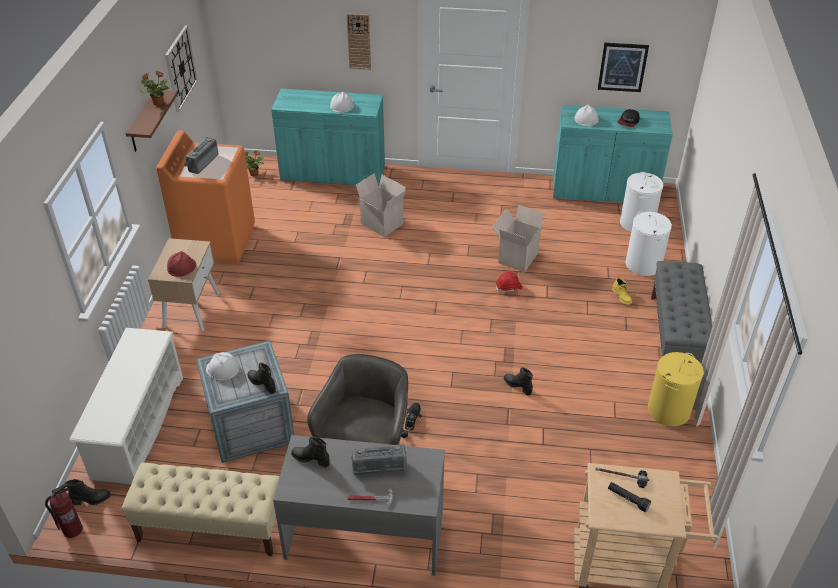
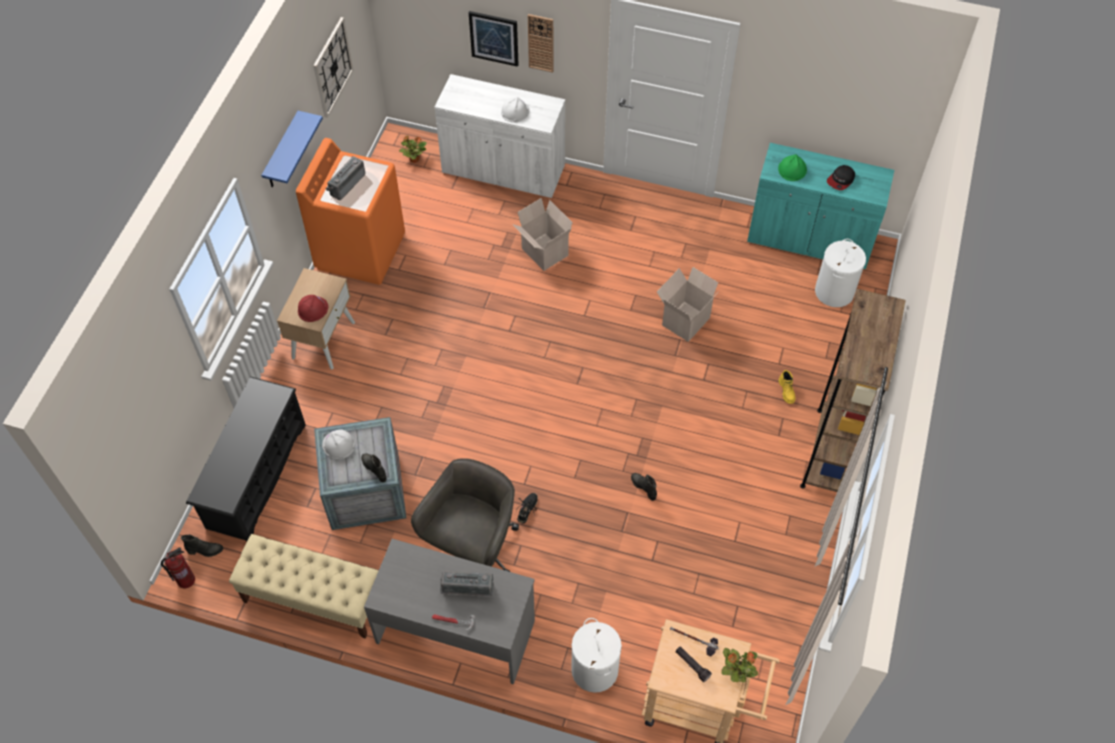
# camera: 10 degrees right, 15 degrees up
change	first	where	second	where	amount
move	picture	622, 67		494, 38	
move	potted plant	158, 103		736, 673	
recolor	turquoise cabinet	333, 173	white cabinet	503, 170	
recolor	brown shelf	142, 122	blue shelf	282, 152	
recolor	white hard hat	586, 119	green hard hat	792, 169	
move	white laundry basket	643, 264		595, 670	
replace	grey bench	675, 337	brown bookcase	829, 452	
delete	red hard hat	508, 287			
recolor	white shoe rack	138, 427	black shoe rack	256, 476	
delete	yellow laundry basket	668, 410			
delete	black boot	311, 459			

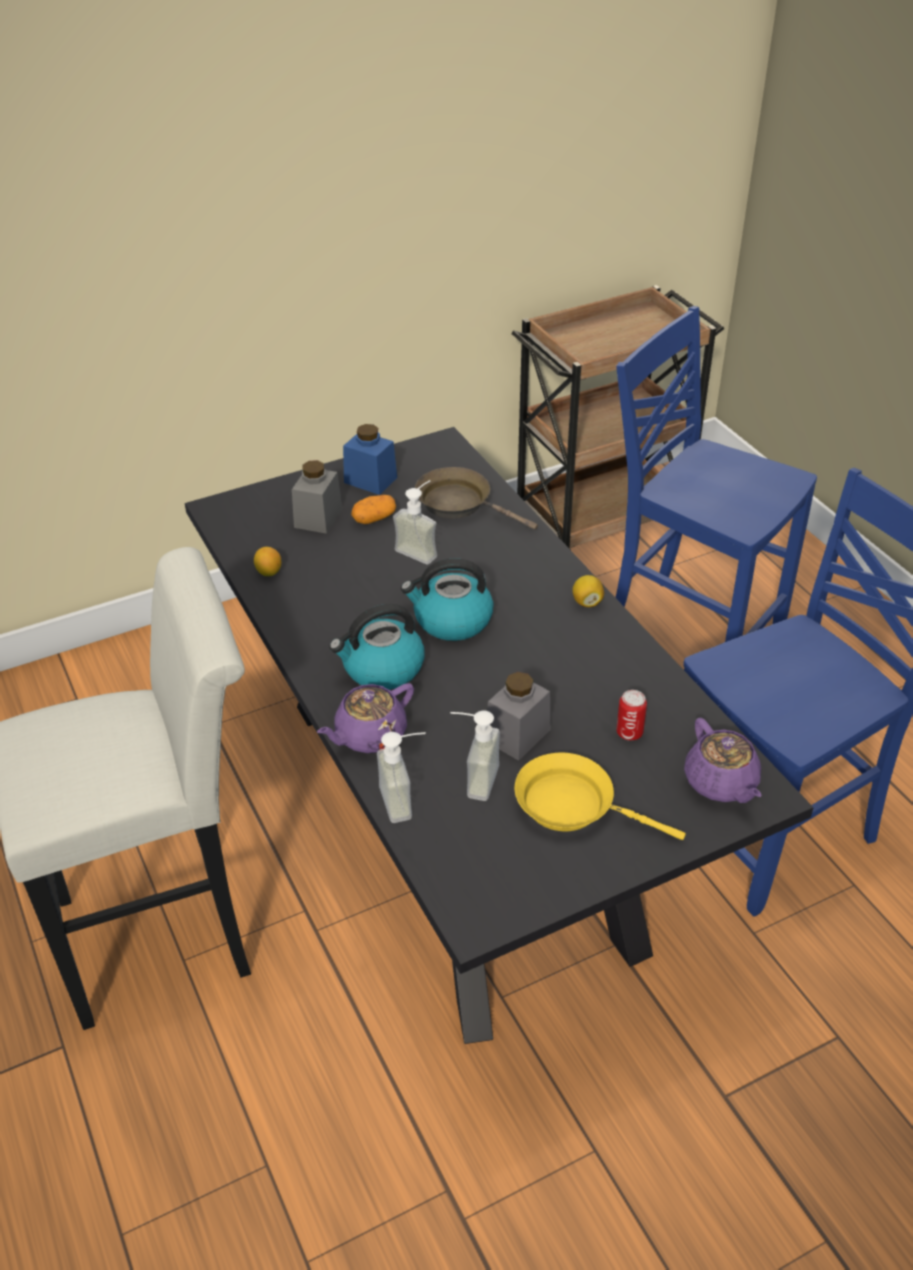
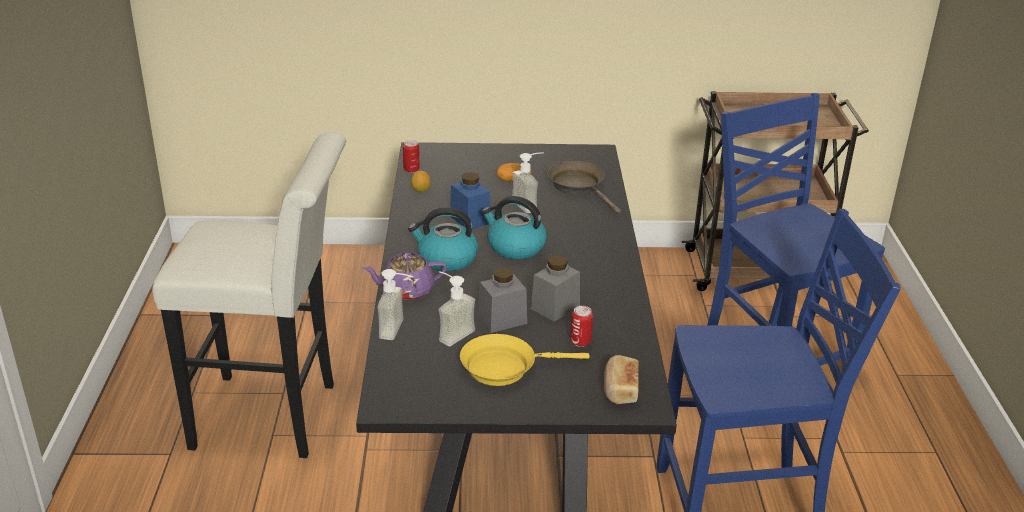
# camera: 25 degrees right, 10 degrees down
change	first	where	second	where	amount
move	blue jar	370, 480		470, 219	
move	grey jar	318, 518		555, 307	
delete	lemon	587, 602			
replace	purple teapot	721, 783	bread	620, 389	
rotate	yellow frying pan	573, 805		504, 367	60 degrees counterclockwise
insert			can	411, 169	

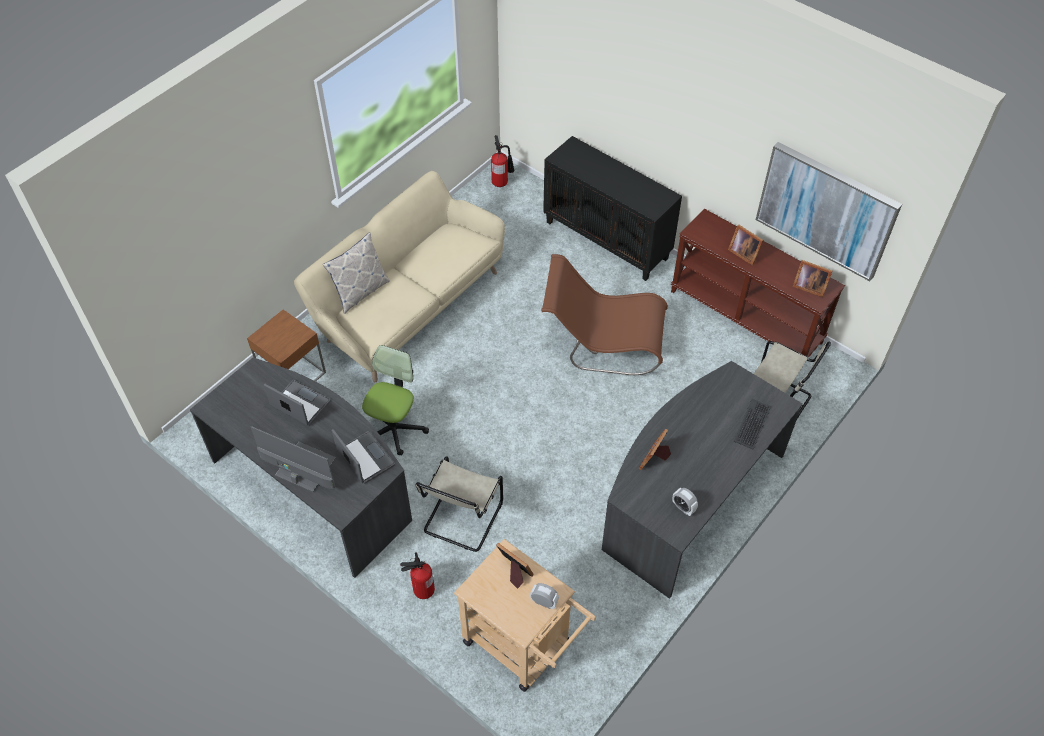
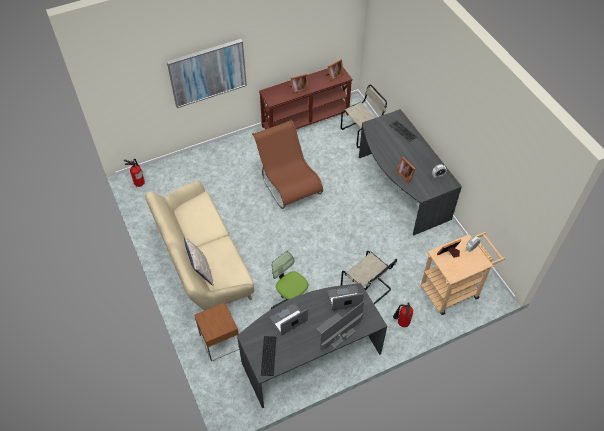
# camera: 65 degrees left, 0 degrees up
change	first	where	second	where	amount
delete	black cabinet	607, 240			
move	picture	826, 210		207, 72	
rotate	brown chair	603, 344		288, 183	120 degrees clockwise
insert			keyboard	267, 356	

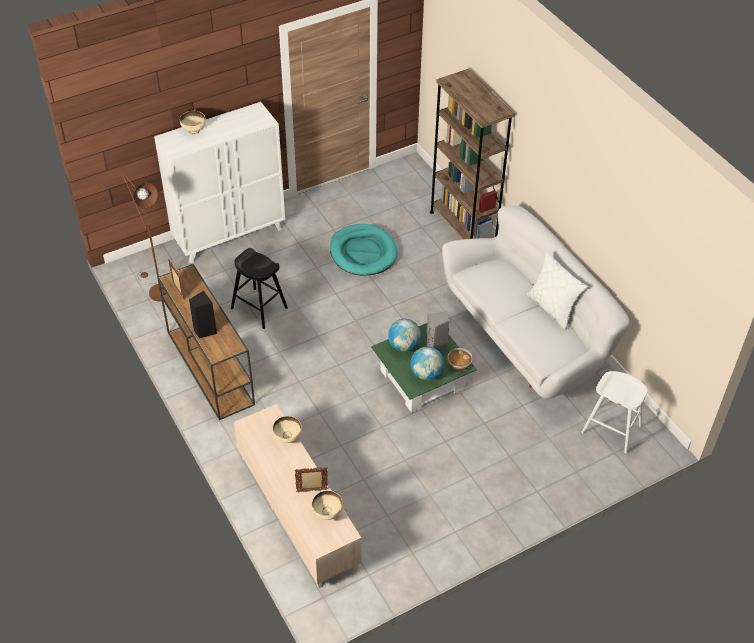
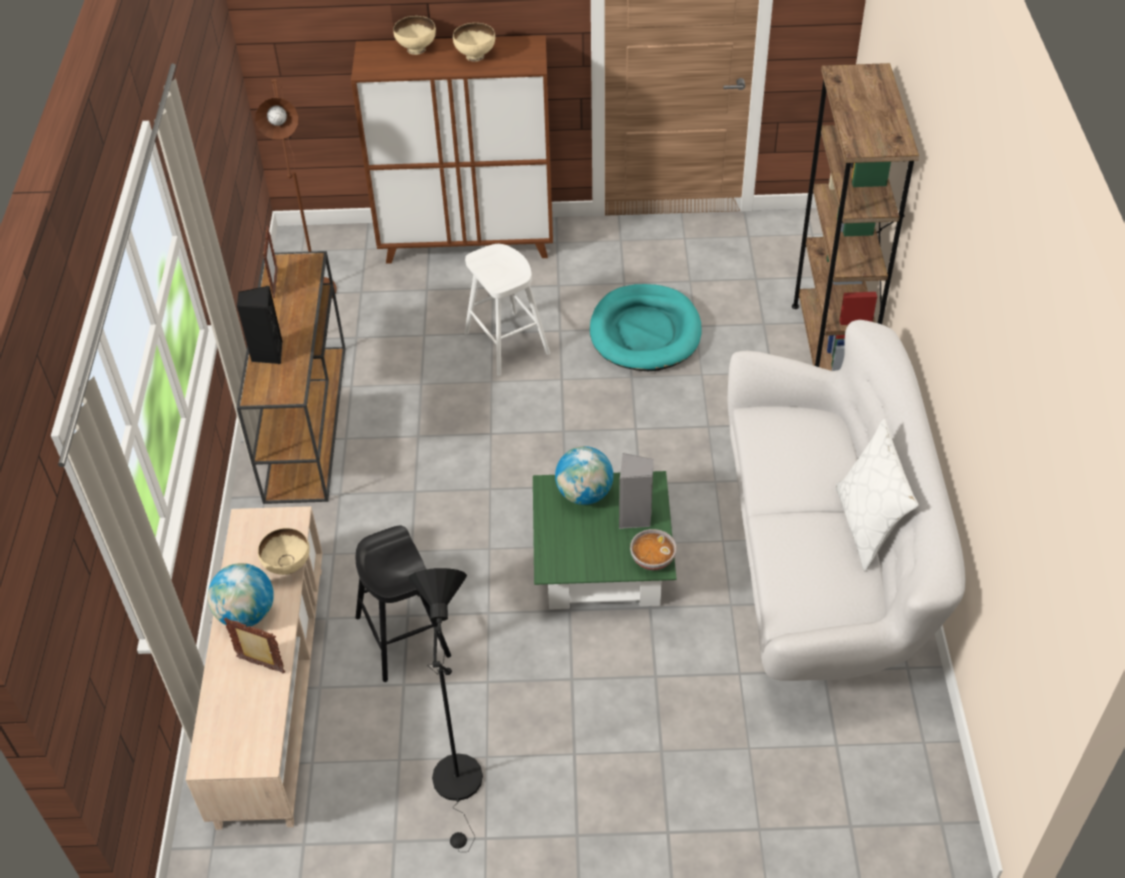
# camera: 30 degrees right, 0 degrees up
change	first	where	second	where	amount
recolor	white cabinet	229, 235	brown cabinet	467, 243	
move	black stool	259, 308		403, 636	
move	globe	426, 374		246, 614	
move	white stool	611, 429		506, 343	
move	beige bowl	327, 513		475, 56	
insert			black floor lamp	460, 787	

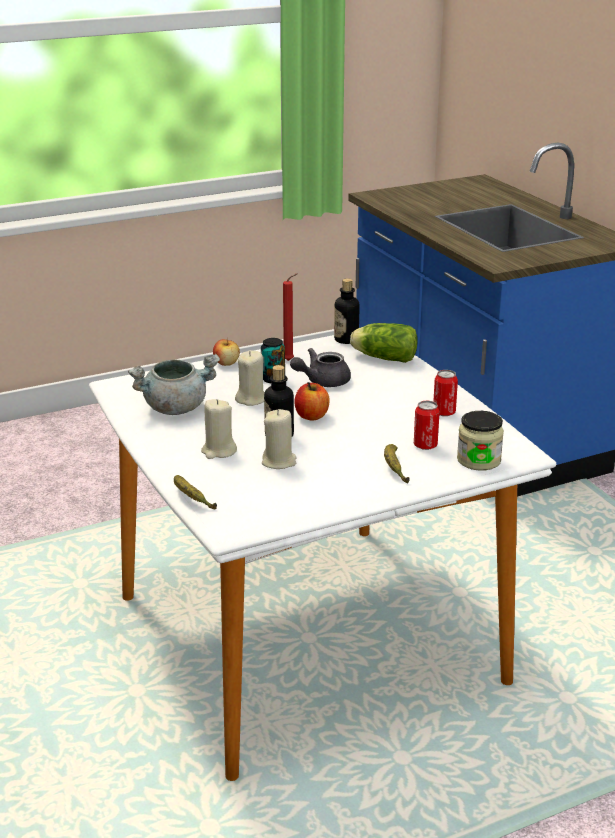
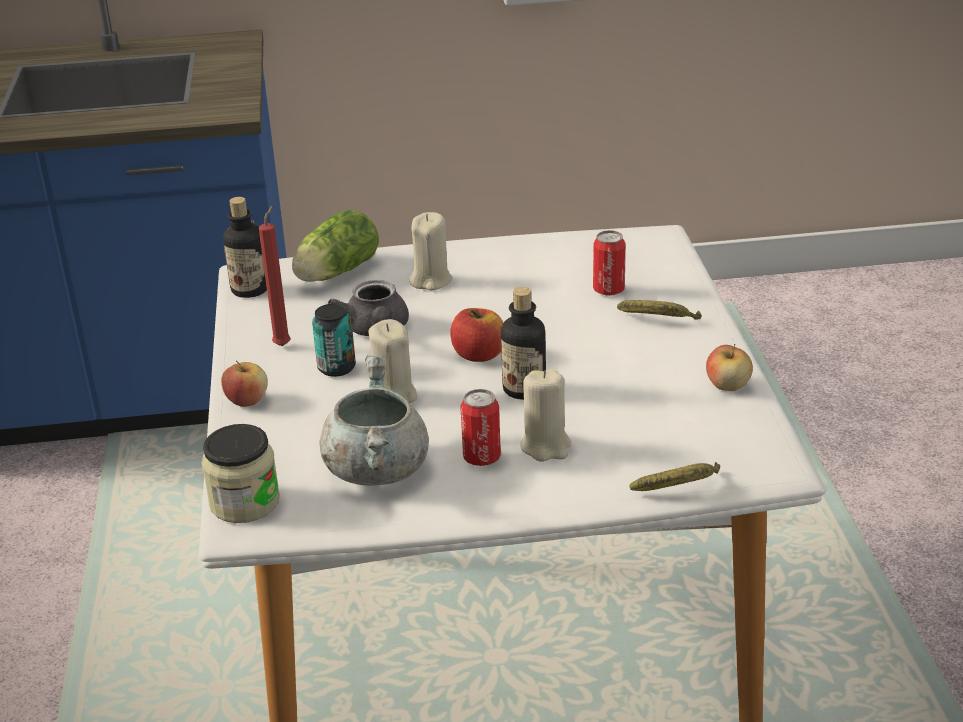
# camera: 70 degrees left, 5 degrees up
change	first	where	second	where	amount
move	can	444, 412		481, 458	
move	beige candle	279, 462		431, 280	
move	jar	478, 460		244, 502	
insert			apple	728, 385	

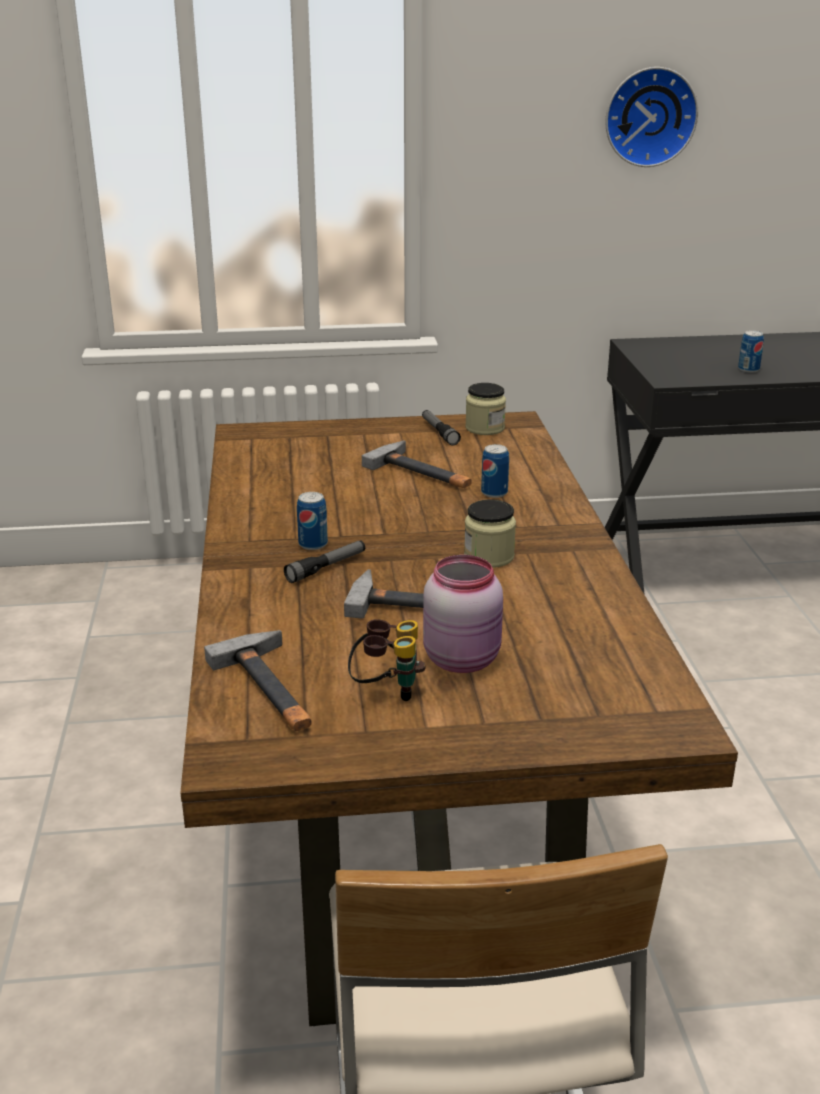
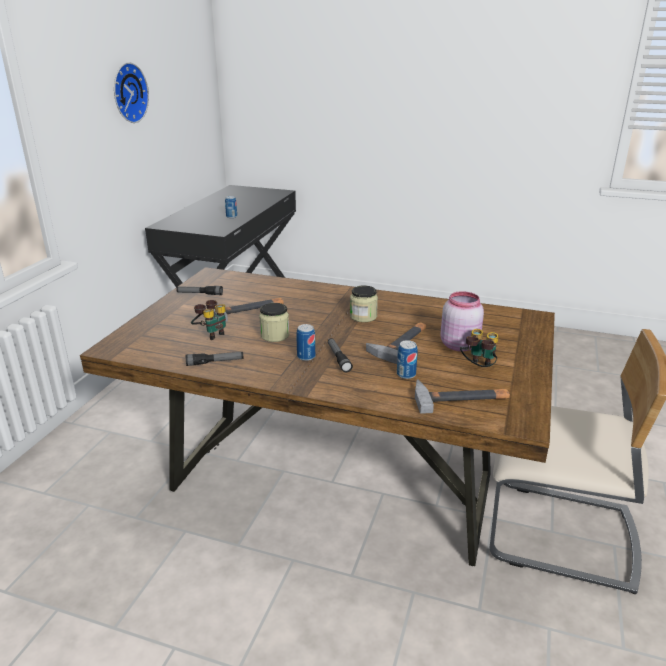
# camera: 65 degrees left, 0 degrees up
change	first	where	second	where	amount
move	jar	485, 428		275, 335	
move	can	494, 493		406, 374	
insert			binoculars	211, 334	
insert			flashlight	215, 362	

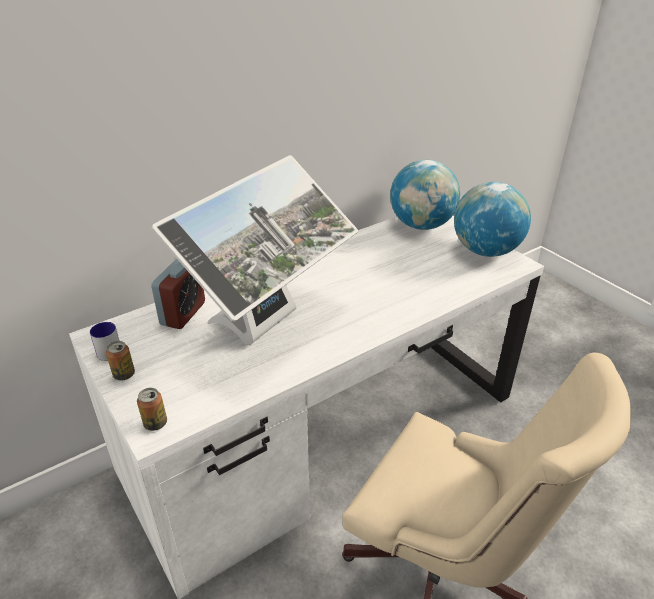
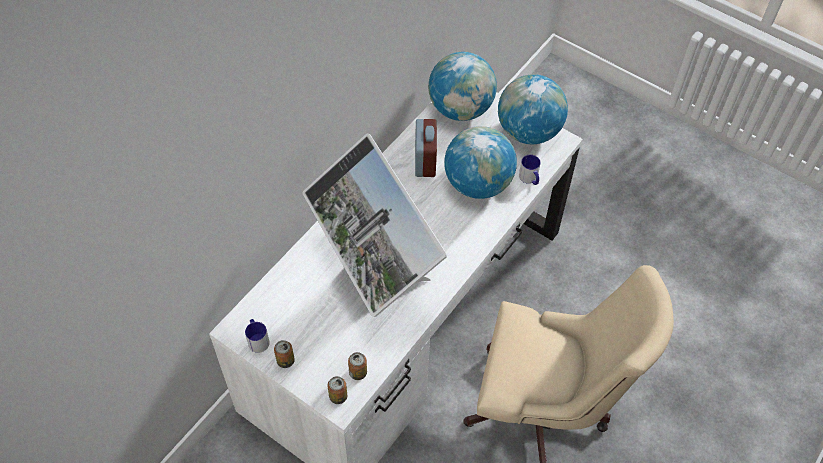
# camera: 20 degrees left, 20 degrees up
change	first	where	second	where	amount
rotate	monitor	269, 325		376, 276	135 degrees clockwise
move	alarm clock	183, 313		425, 161	
insert			globe	478, 183	
insert			mug	530, 179	
insert			can	358, 372	

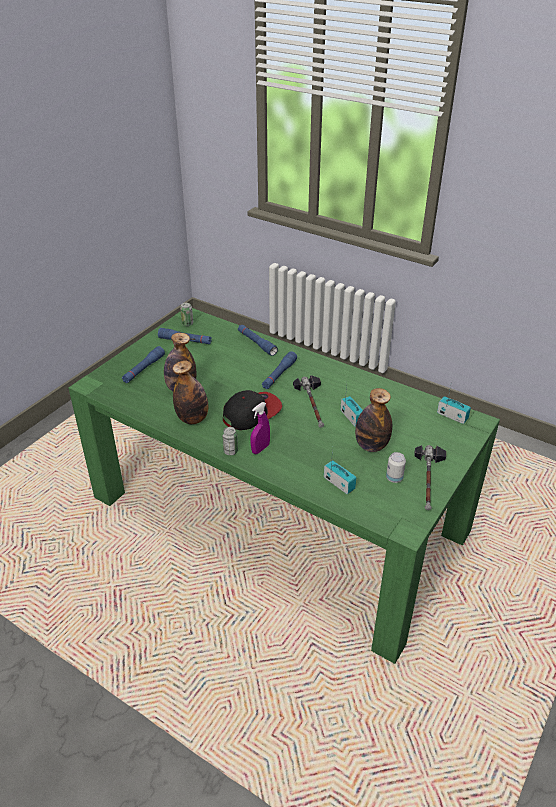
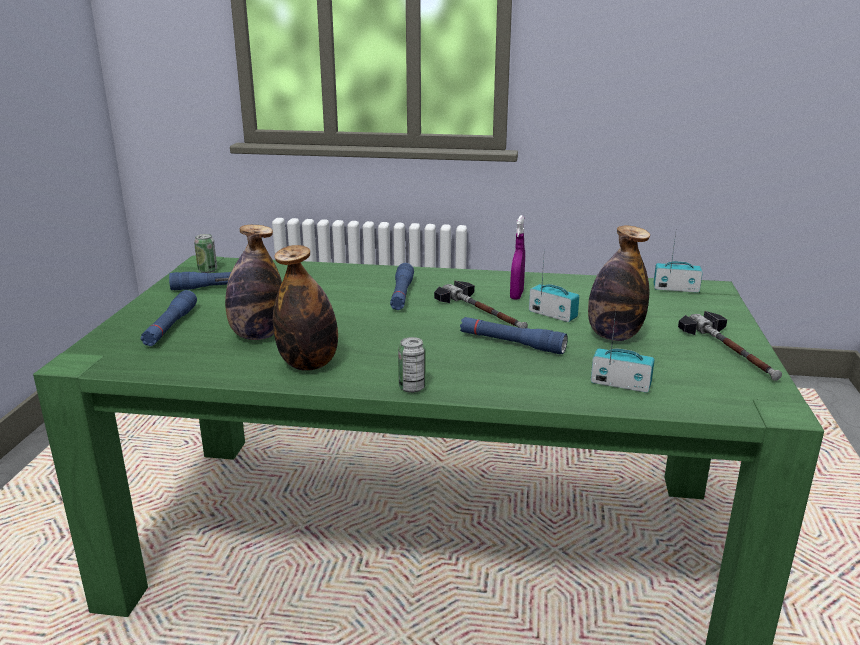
# camera: 25 degrees left, 15 degrees down
change	first	where	second	where	amount
move	blue flashlight	256, 343		511, 343	
delete	cap	252, 413			
move	purple spray bottle	260, 449		516, 295	
delete	can	394, 478			

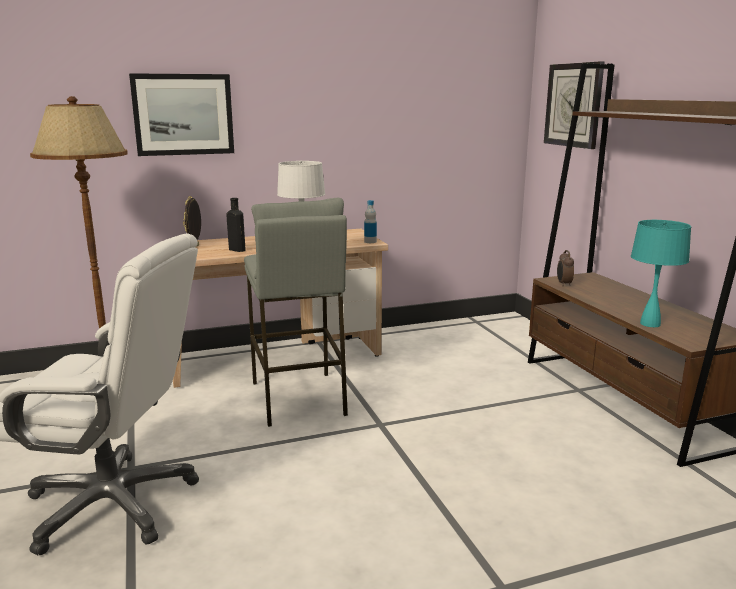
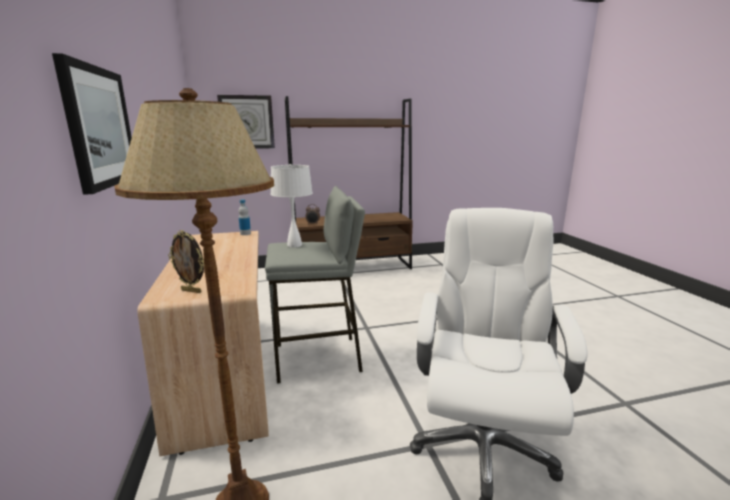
# camera: 85 degrees left, 0 degrees up
change	first	where	second	where	amount
delete	black bottle	236, 249			
delete	turquoise table lamp	650, 324			

